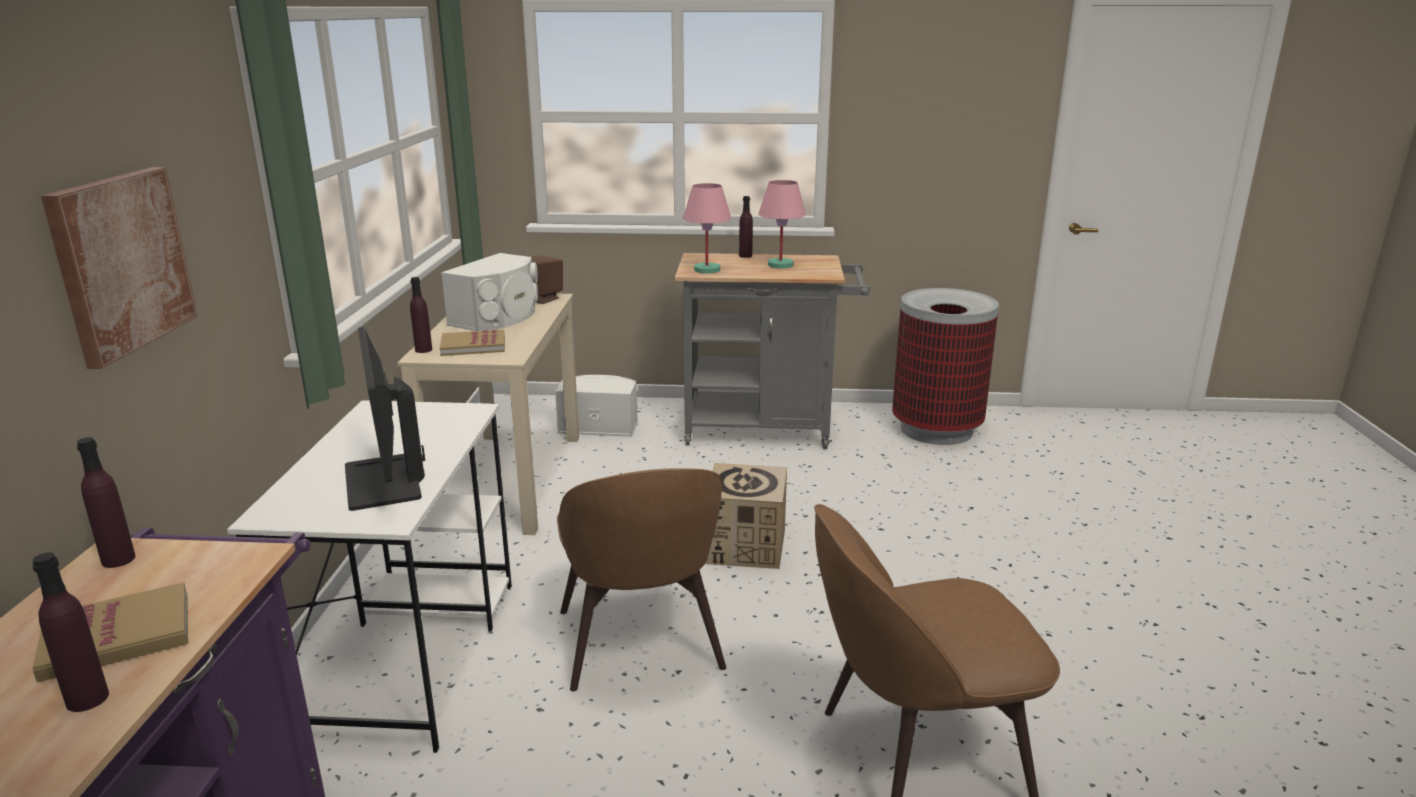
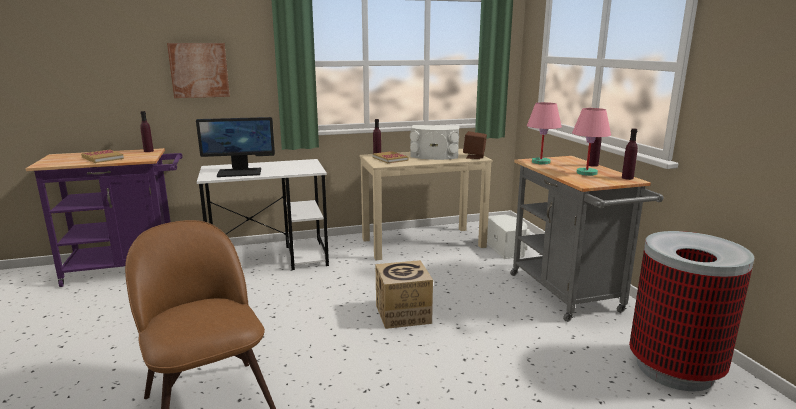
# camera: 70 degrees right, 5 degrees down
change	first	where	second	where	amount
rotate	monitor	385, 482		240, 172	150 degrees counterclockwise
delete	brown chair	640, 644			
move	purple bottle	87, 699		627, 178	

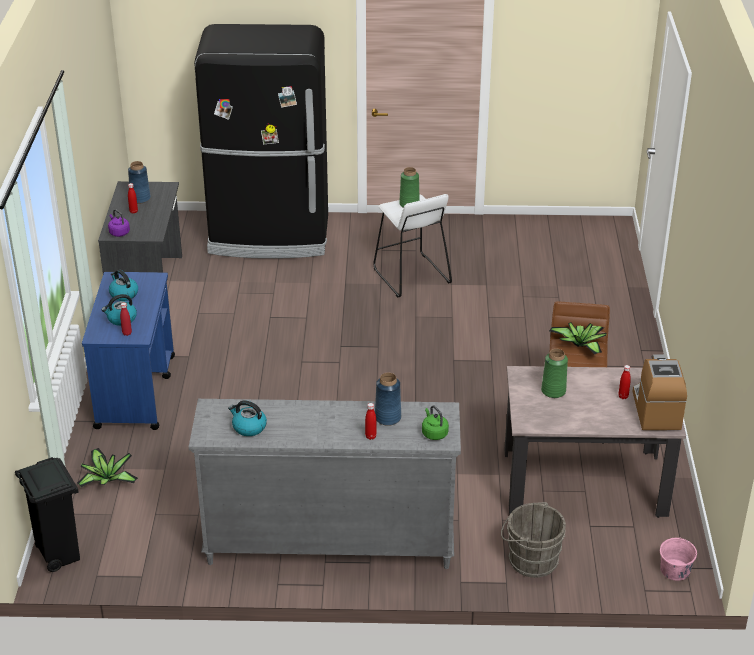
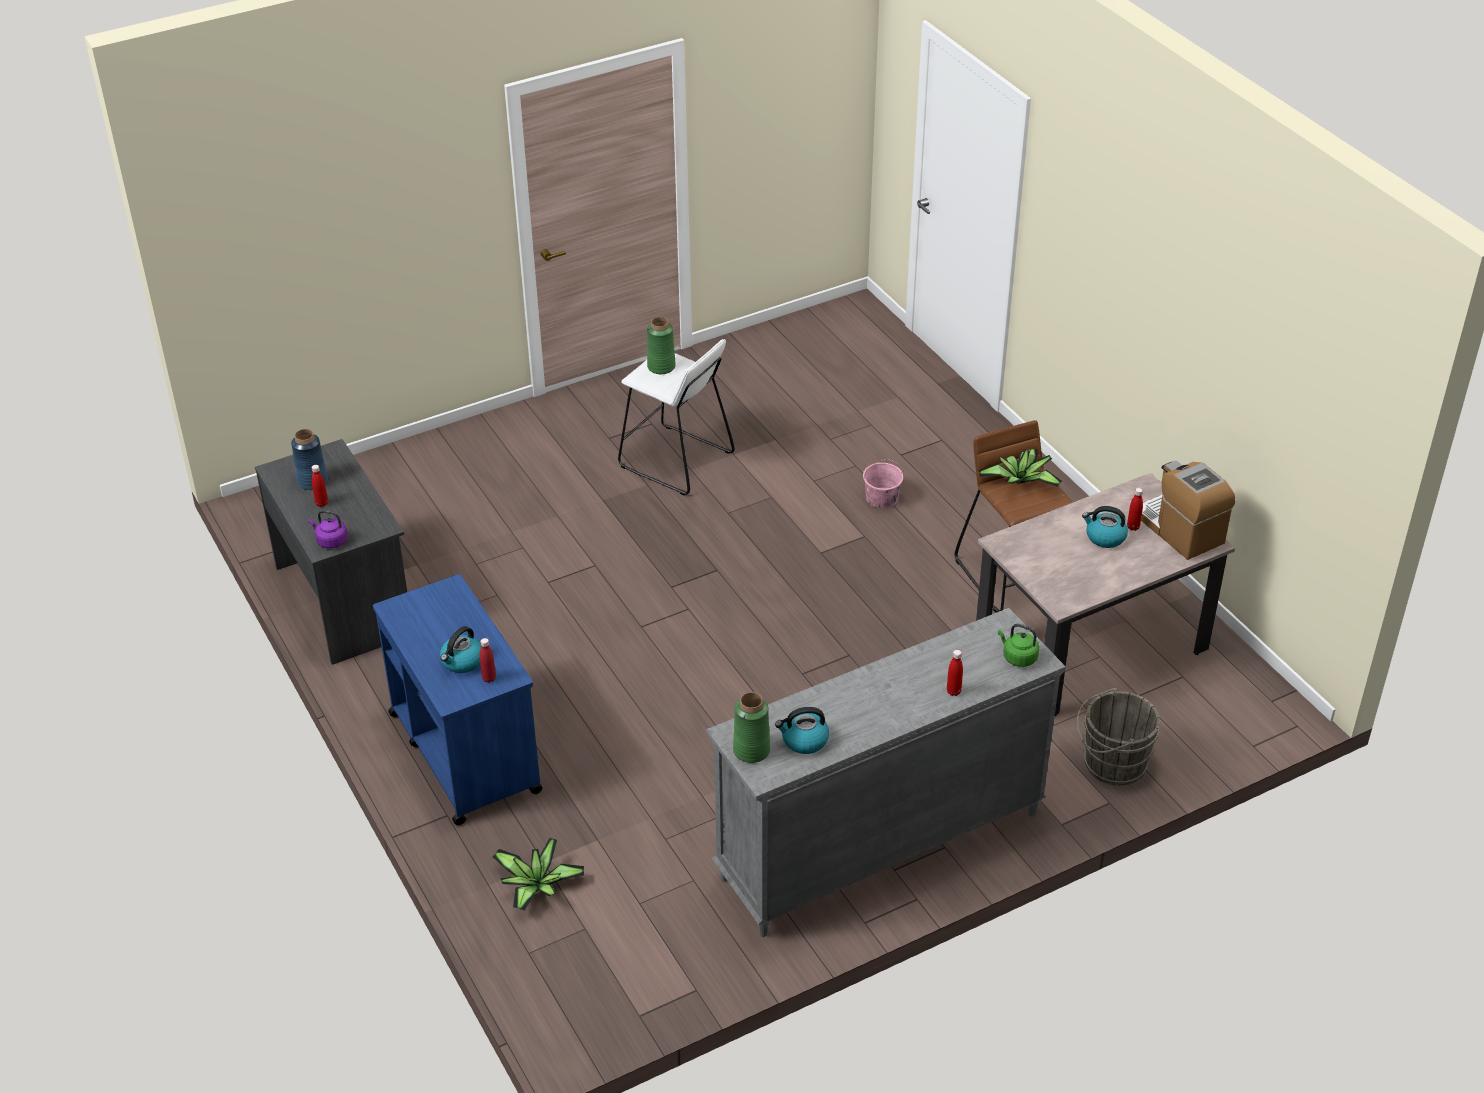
# camera: 30 degrees left, 5 degrees up
change	first	where	second	where	amount
delete	black fridge	270, 236			
move	kettle	123, 294		1105, 537	
move	green vase	553, 391		752, 750	
delete	blue vase	387, 417			
delete	black trash can	59, 555			
move	pink bucket	675, 570		882, 498	

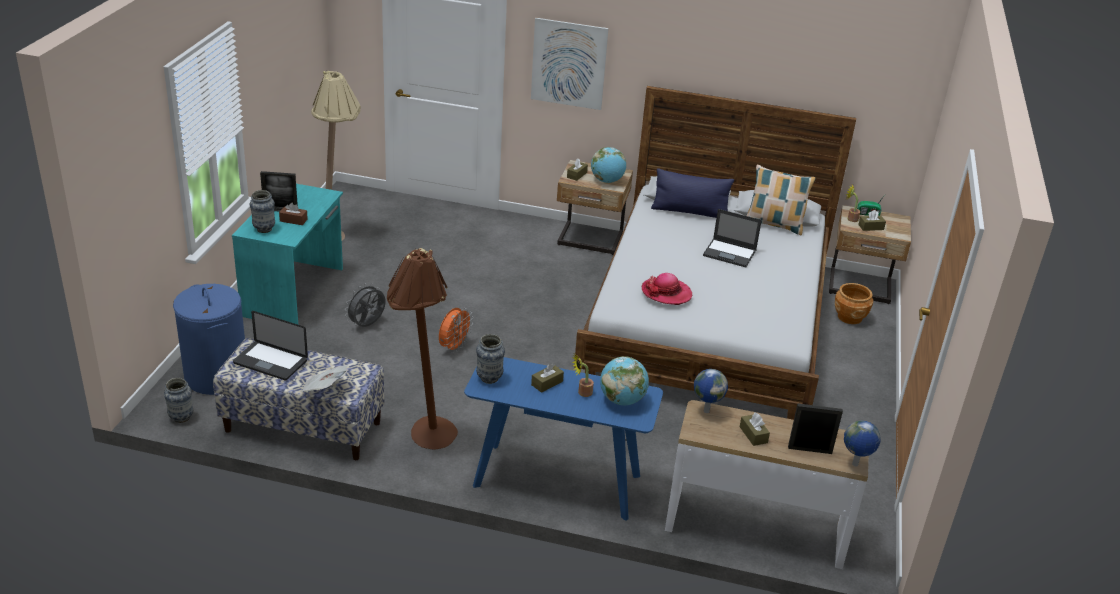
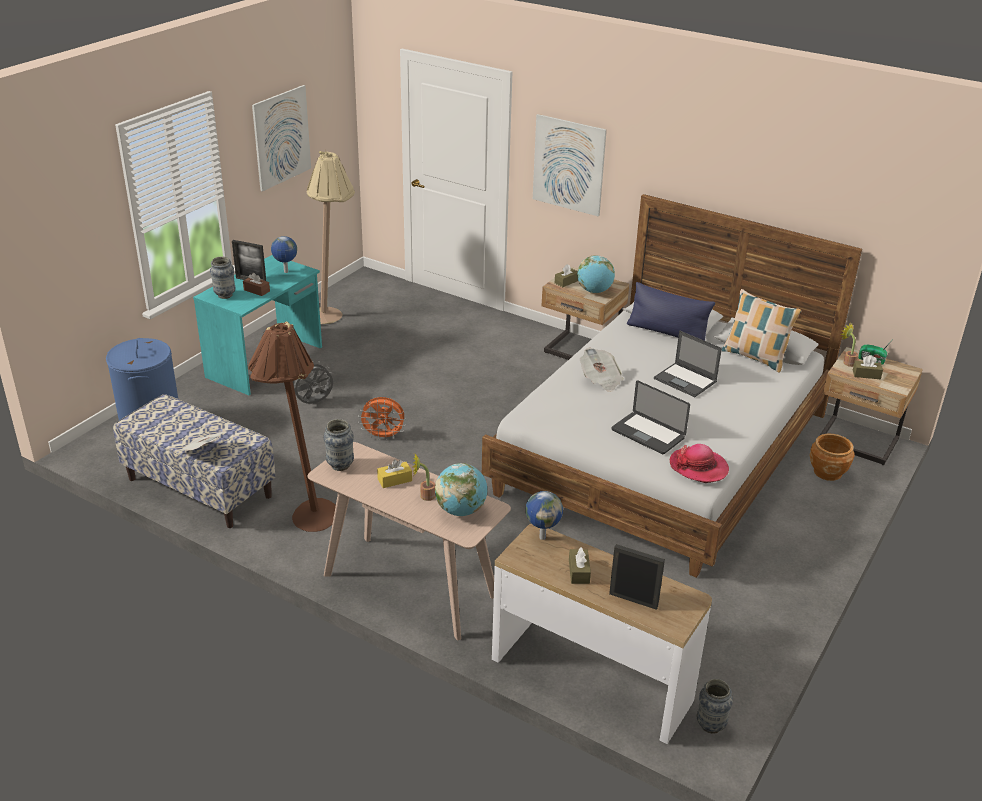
# camera: 20 degrees right, 0 degrees up
change	first	where	second	where	amount
move	hat	666, 293		698, 467	
rotate	orange fan	454, 347		383, 436	45 degrees clockwise
move	laptop	270, 362		647, 434	
recolor	blue console table	557, 481	beige console table	409, 586	
recolor	brown tissue box	547, 383	yellow tissue box	394, 480	
move	vase	181, 418		710, 726	
move	globe	855, 465		286, 272	
insert			picture	281, 137	
insert			newspaper	600, 380	

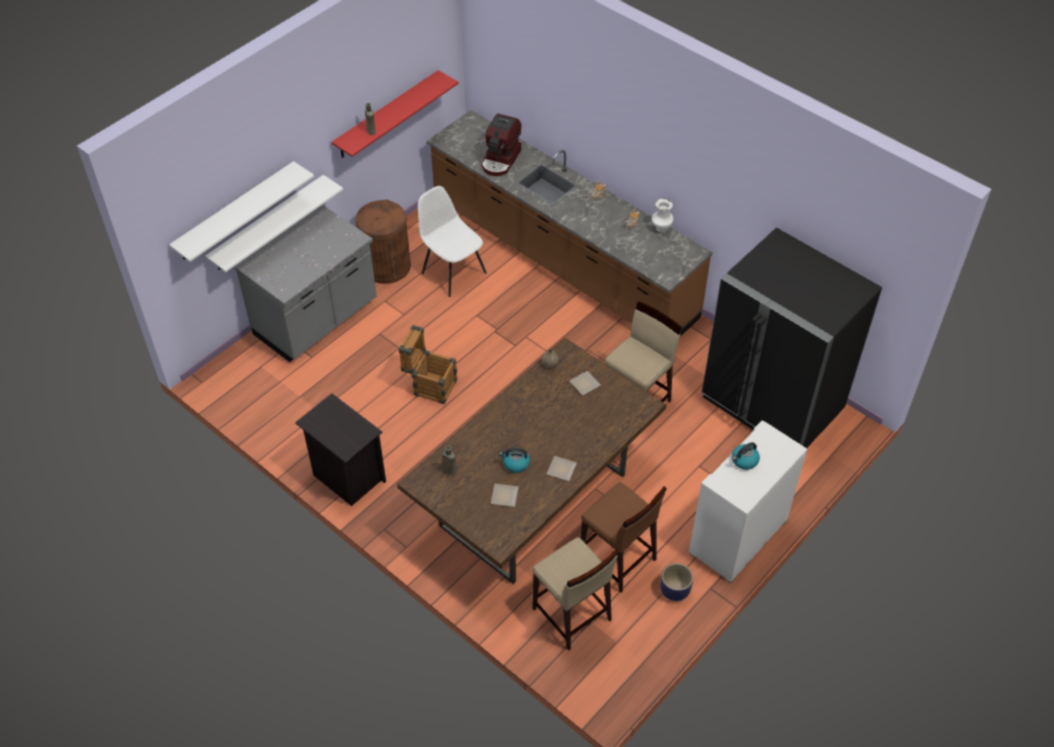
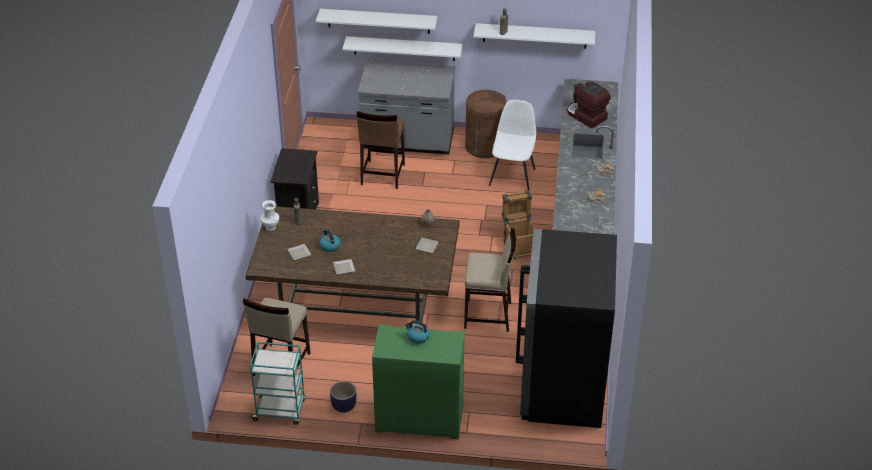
# camera: 55 degrees right, 10 degrees down
change	first	where	second	where	amount
recolor	red shelf	387, 115	white shelf	534, 35	
rotate	coffee machine	501, 160		586, 116	60 degrees clockwise
move	white vase	661, 229		270, 227	
move	crate	430, 385		519, 245	
recolor	white cabinet	738, 537	green cabinet	419, 419	
move	brown stool	617, 559		382, 175	
insert			turquoise cart	280, 410	

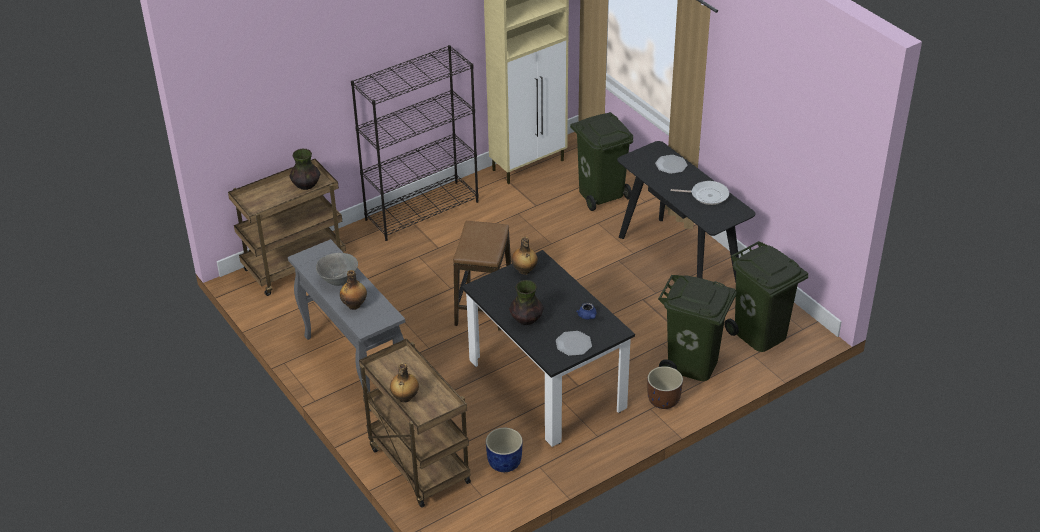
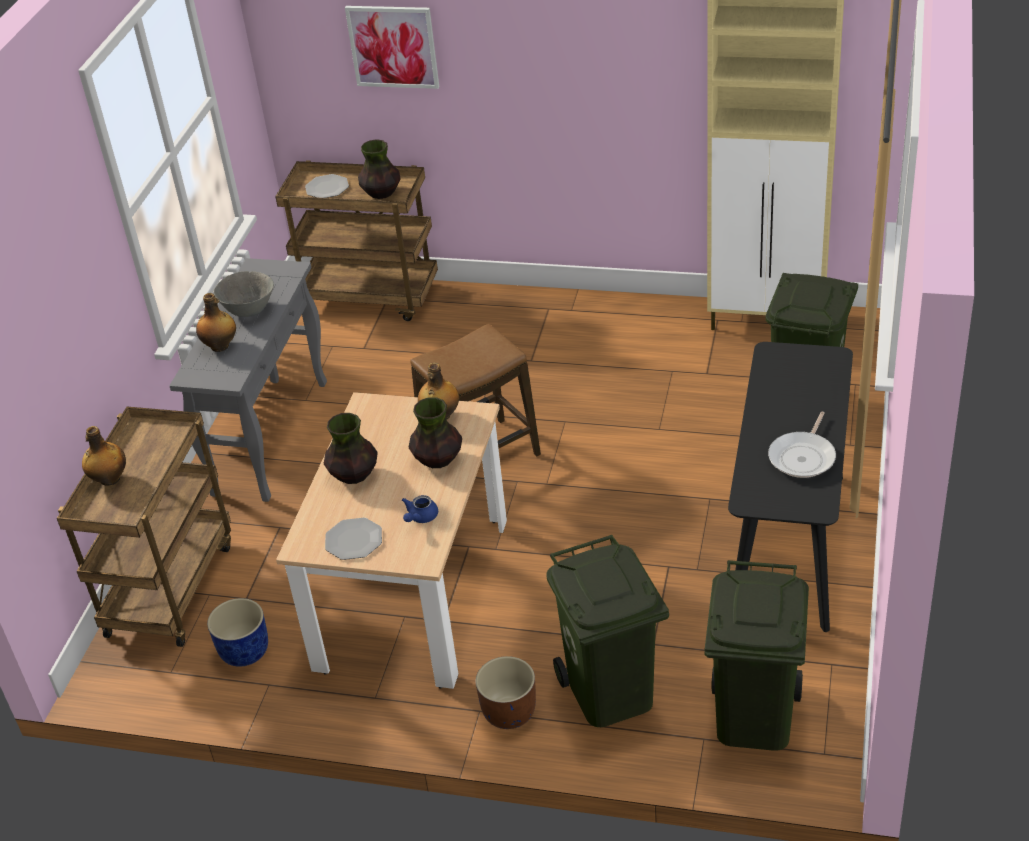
# camera: 50 degrees right, 0 degrees up
change	first	where	second	where	amount
delete	black bookcase	422, 210			
move	plate	671, 165		327, 188	
rotate	frying pan	707, 195		803, 457	60 degrees clockwise
recolor	black dining table	546, 384	beige dining table	413, 594	
insert			picture	393, 46	
insert			vase	438, 459	

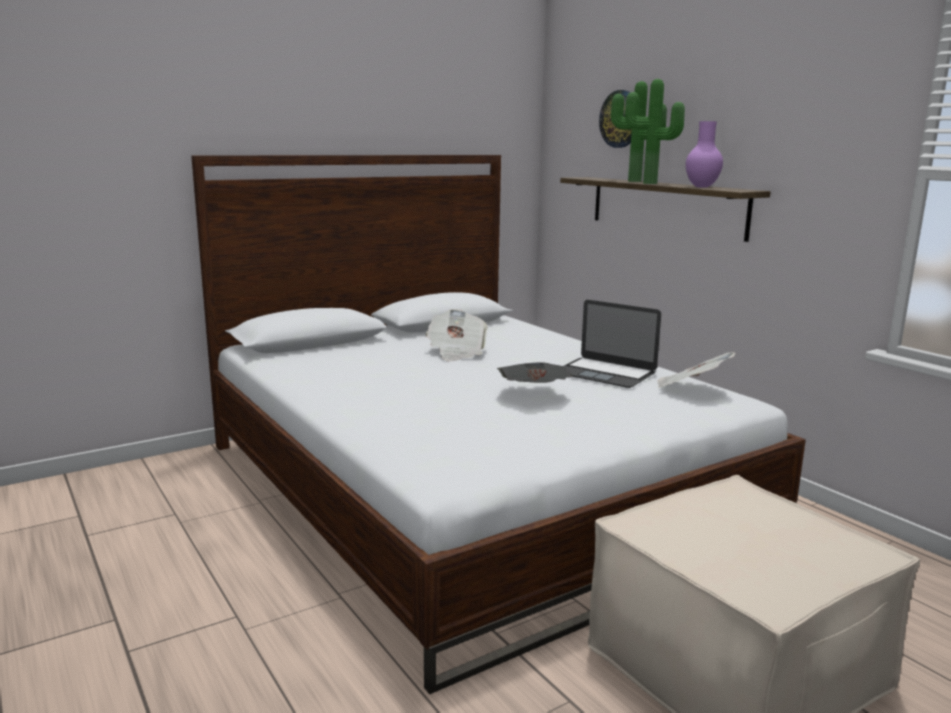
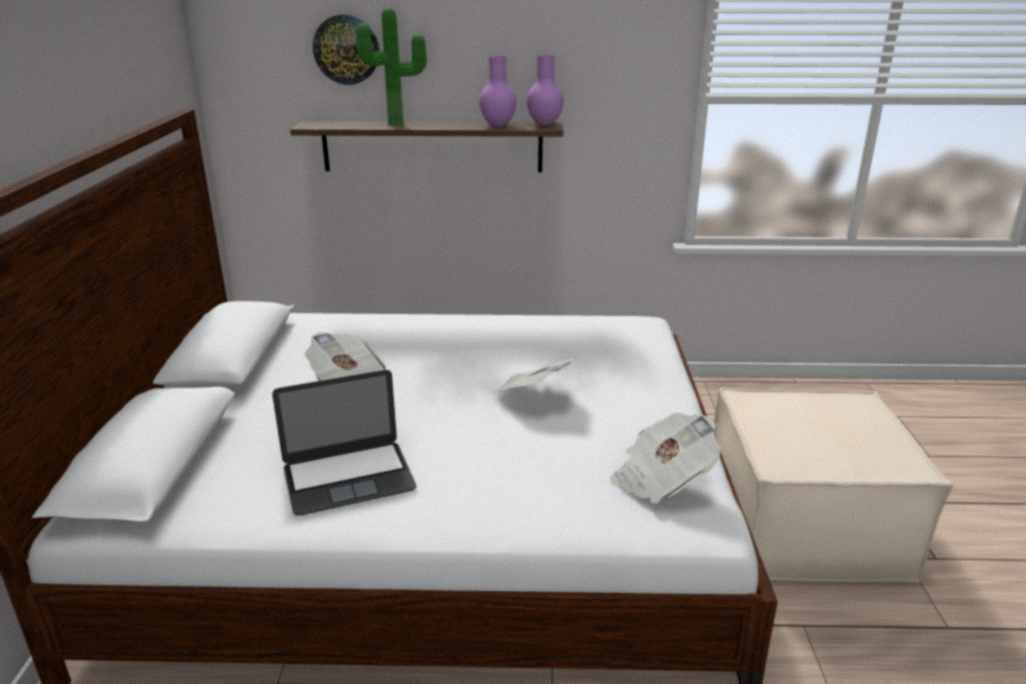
# camera: 55 degrees left, 10 degrees up
change	first	where	second	where	amount
delete	potted plant	649, 183			
move	laptop	605, 373		348, 477	
move	newspaper	690, 389		661, 479	
insert			purple vase	543, 124	

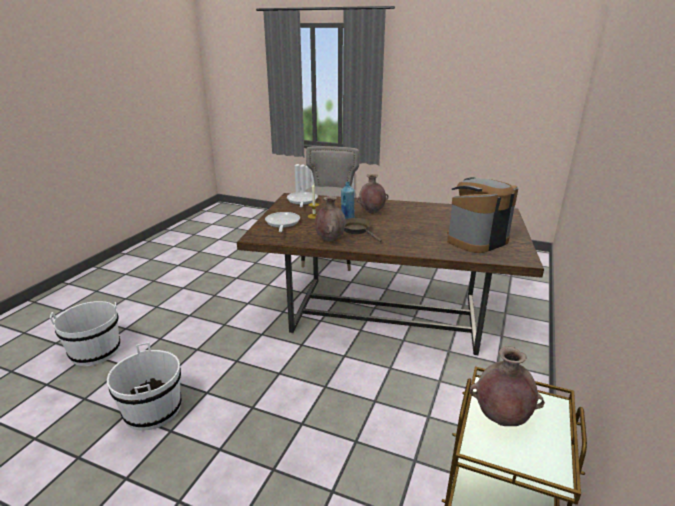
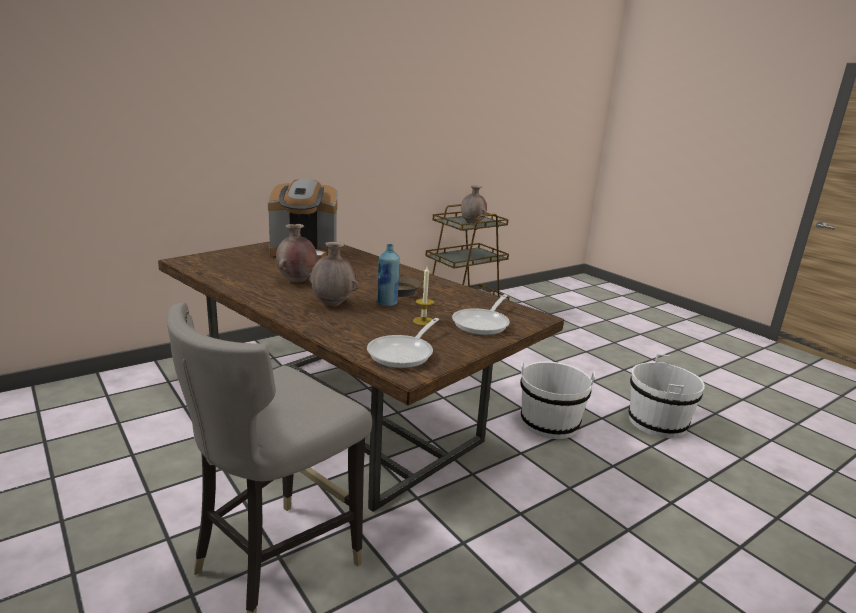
# camera: 150 degrees left, 5 degrees down
change	first	where	second	where	amount
move	brown vase	330, 239		297, 280	
move	white bucket	95, 351		549, 423	

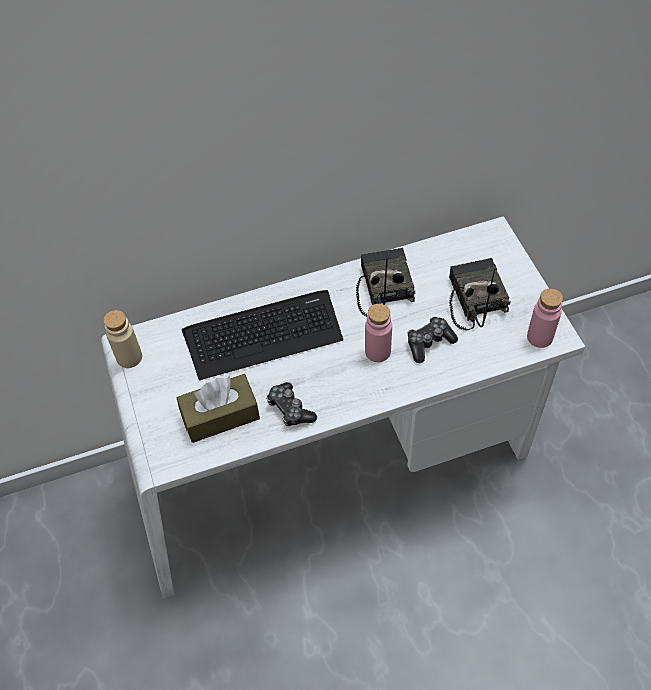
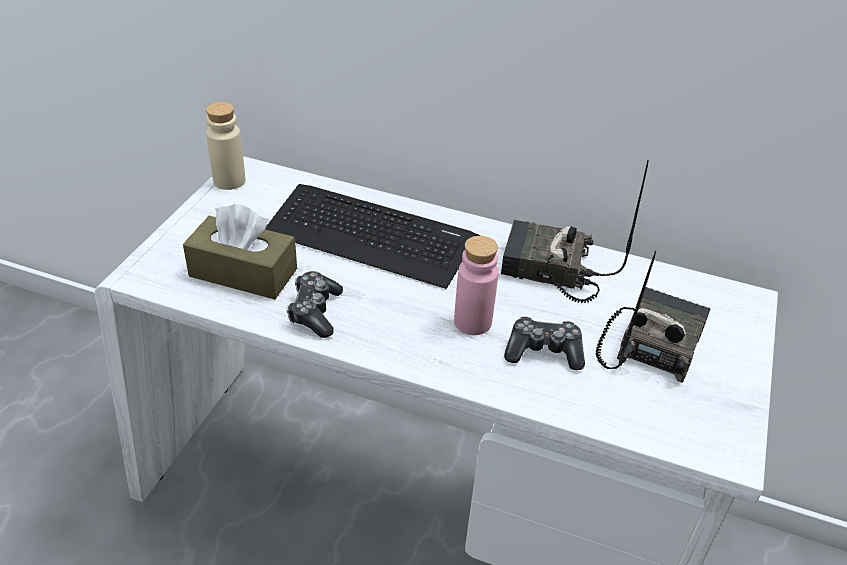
# camera: 35 degrees right, 15 degrees down
change	first	where	second	where	amount
rotate	radio	382, 287		547, 270	105 degrees counterclockwise
delete	pink bottle	539, 337			

